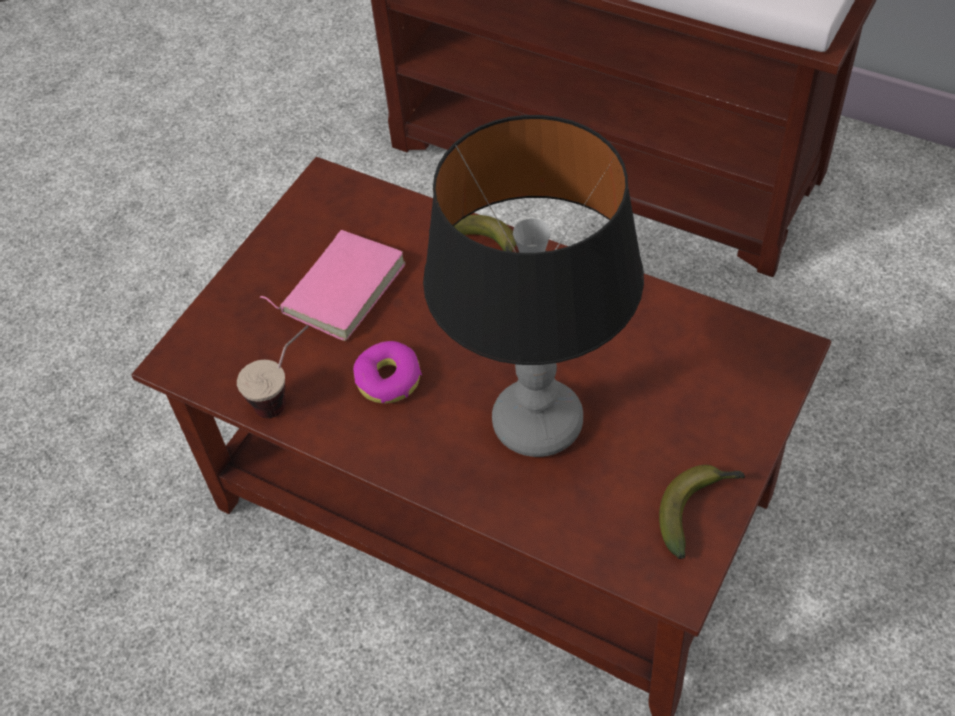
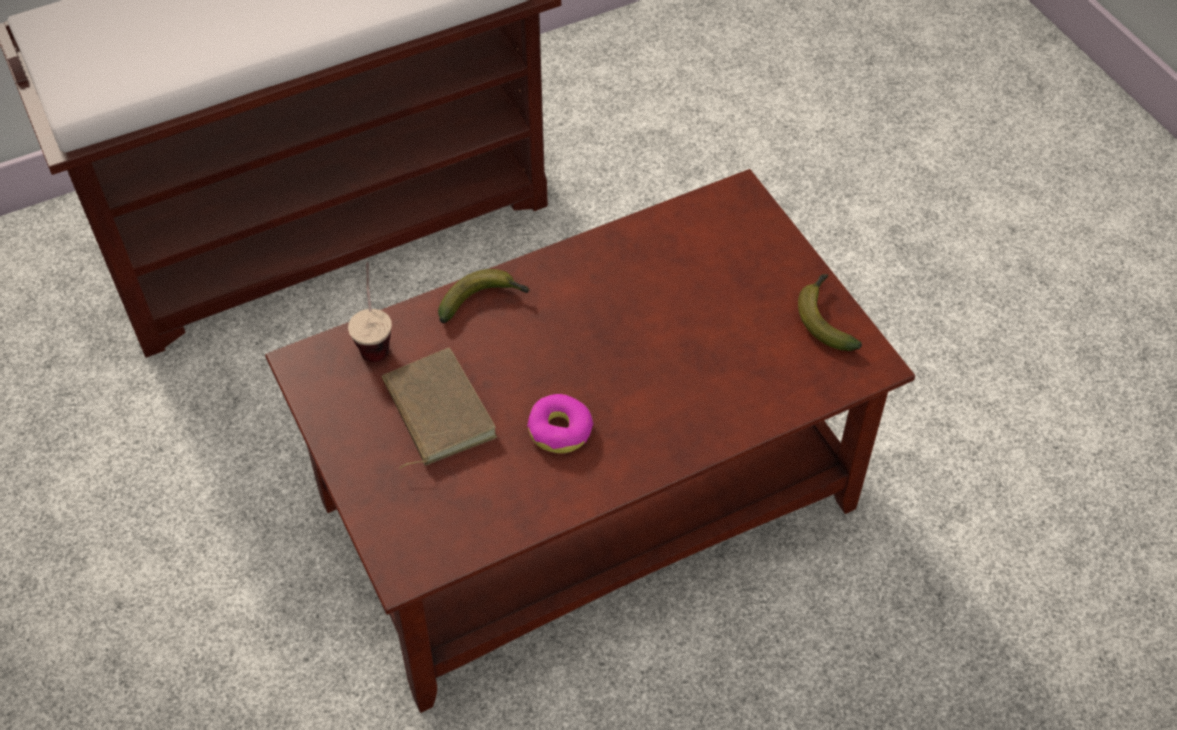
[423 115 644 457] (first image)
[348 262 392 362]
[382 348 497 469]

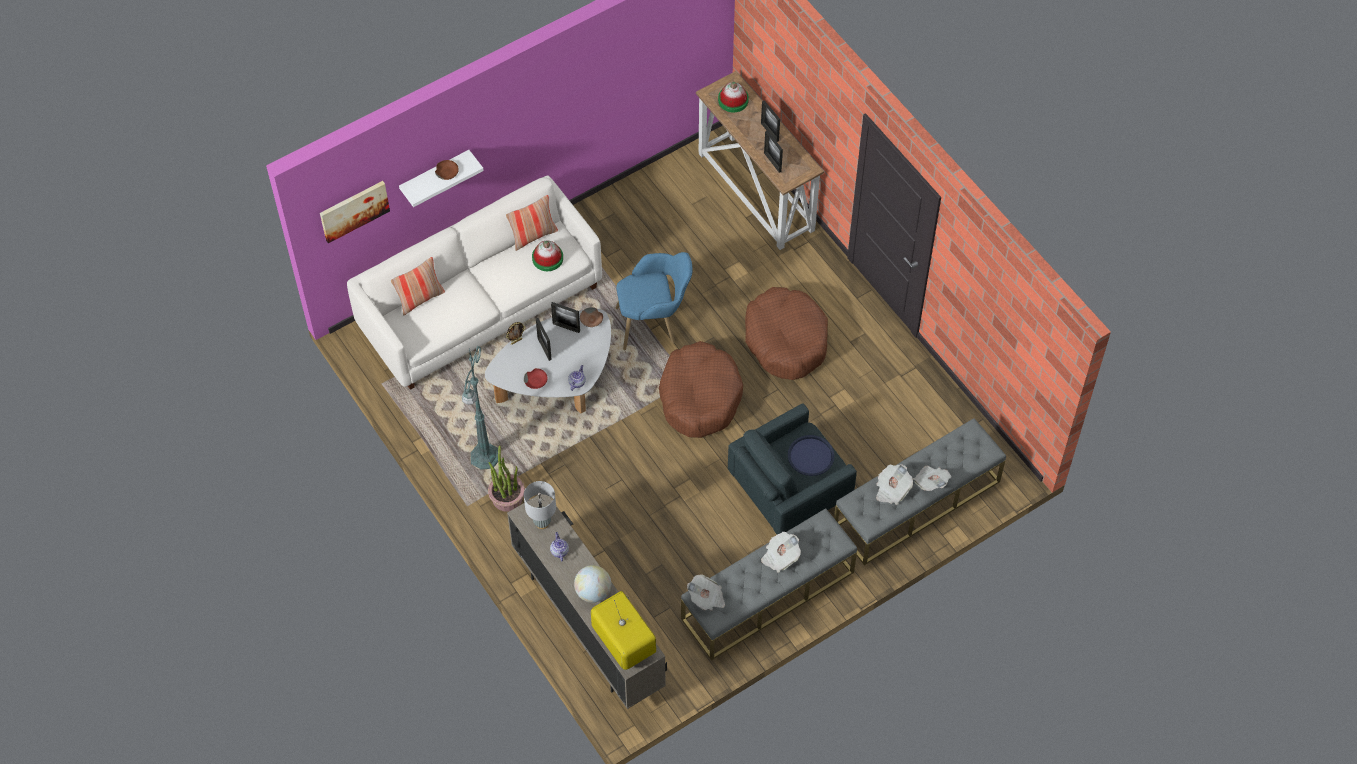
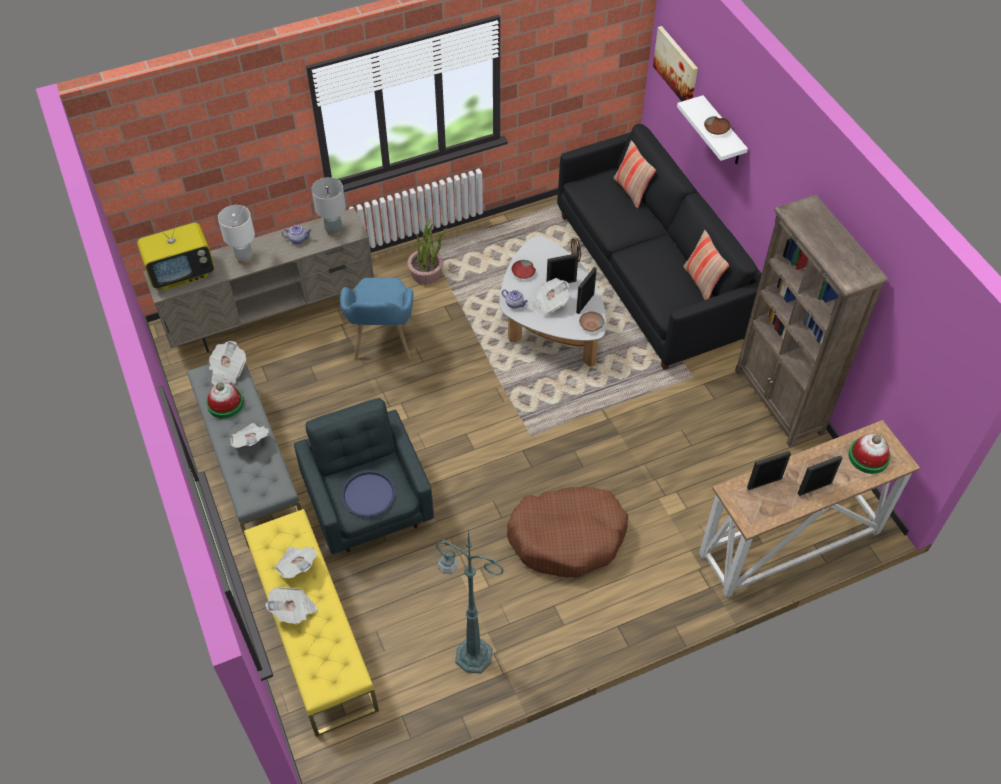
[659 341 743 438] (first image)
[530 278 569 316]
[735 195 888 447]
[436 530 504 674]
[206 382 244 418]
[340 278 413 359]
[218 205 255 264]
[557 124 762 370]
[244 509 379 737]

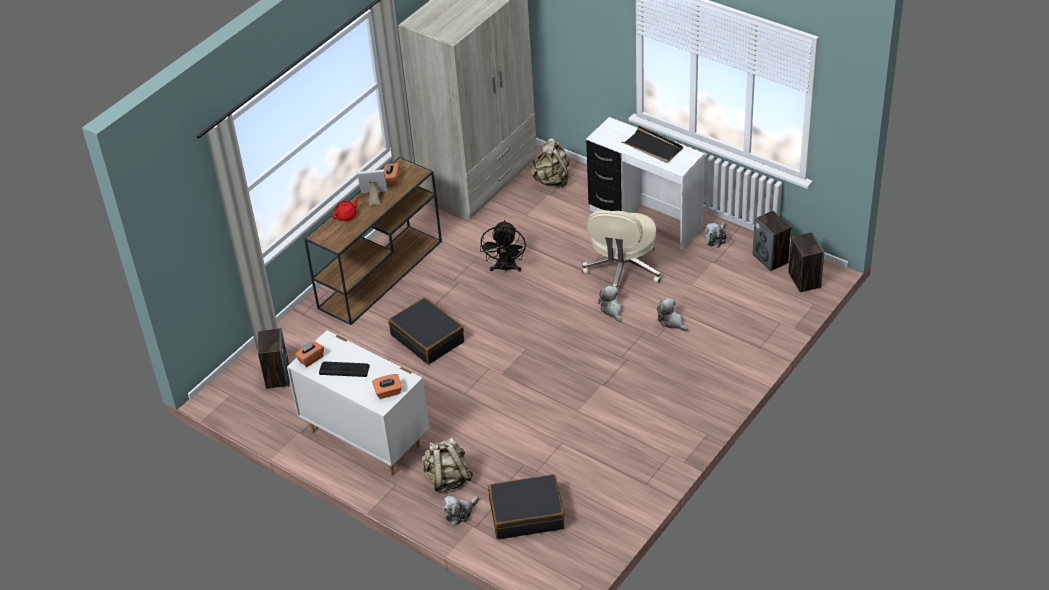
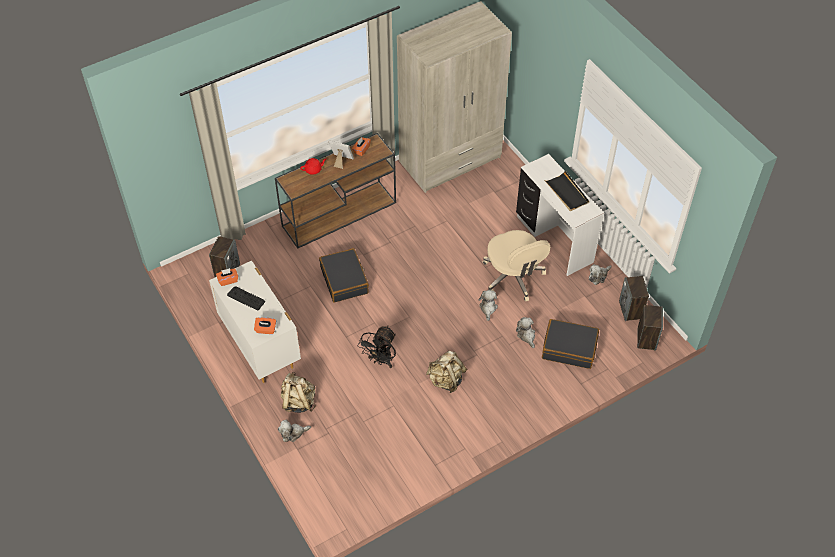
[357 326 396 368]
[542 319 599 369]
[426 351 467 393]
[483 230 550 301]

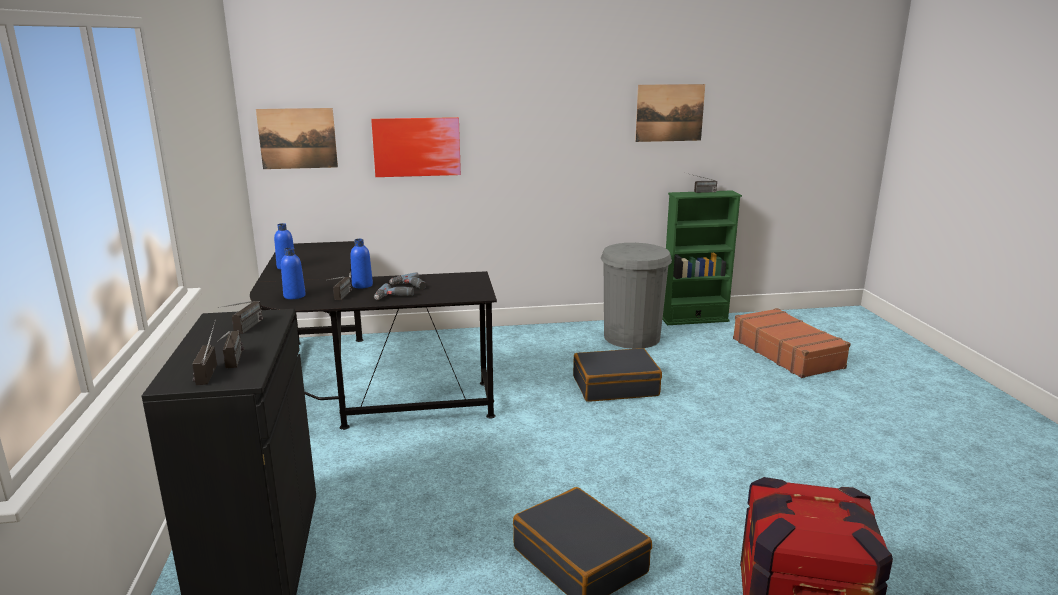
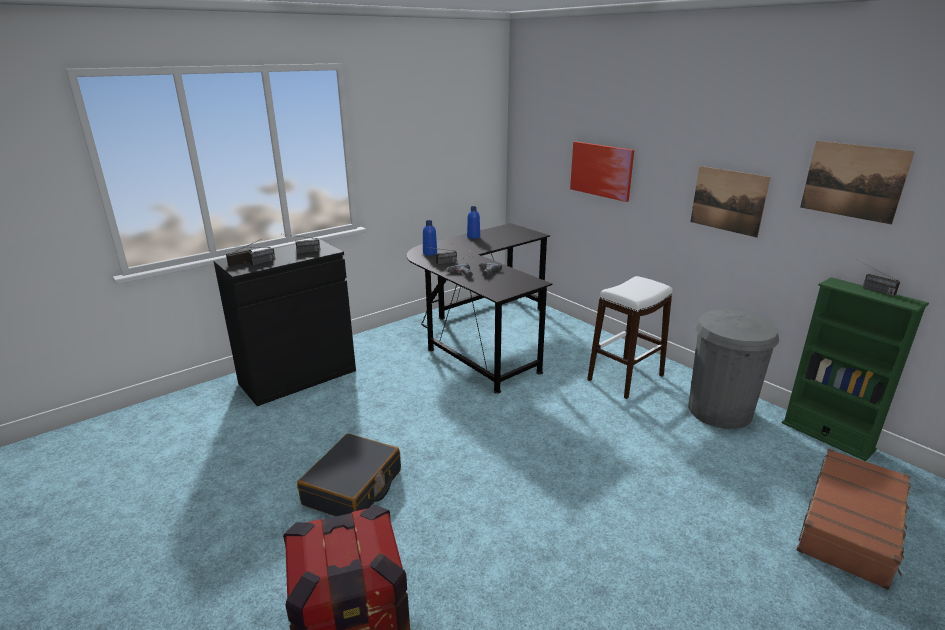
[350 239 373 289] (first image)
[573 348 662 402] (first image)
[587 276 673 399]
[690 166 771 238]

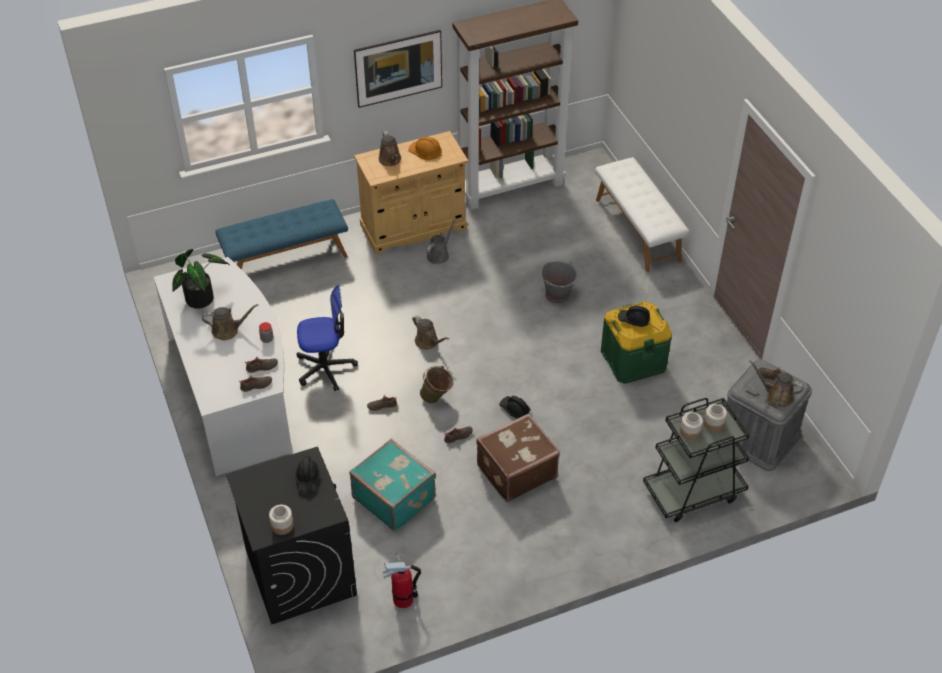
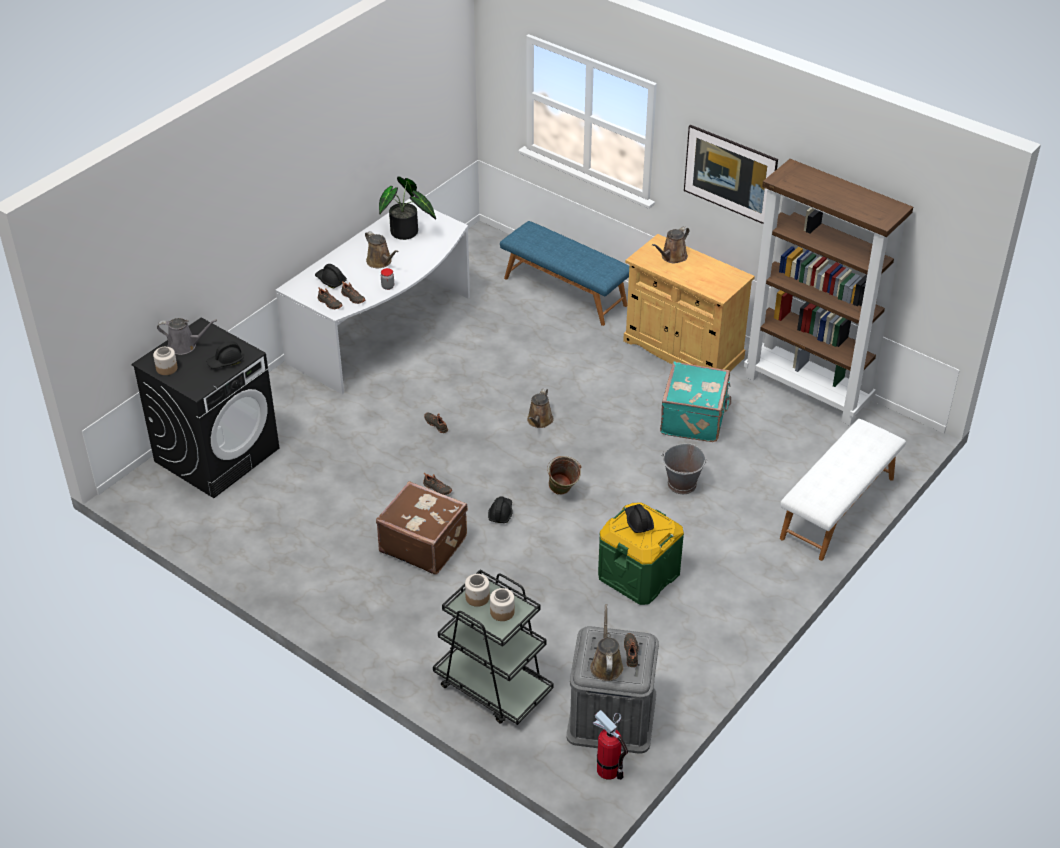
[297 285 358 391] (first image)
[408 137 442 160] (first image)
[315 264 347 288]
[660 362 731 442]
[593 710 628 780]
[547 456 582 495]
[157 318 217 355]

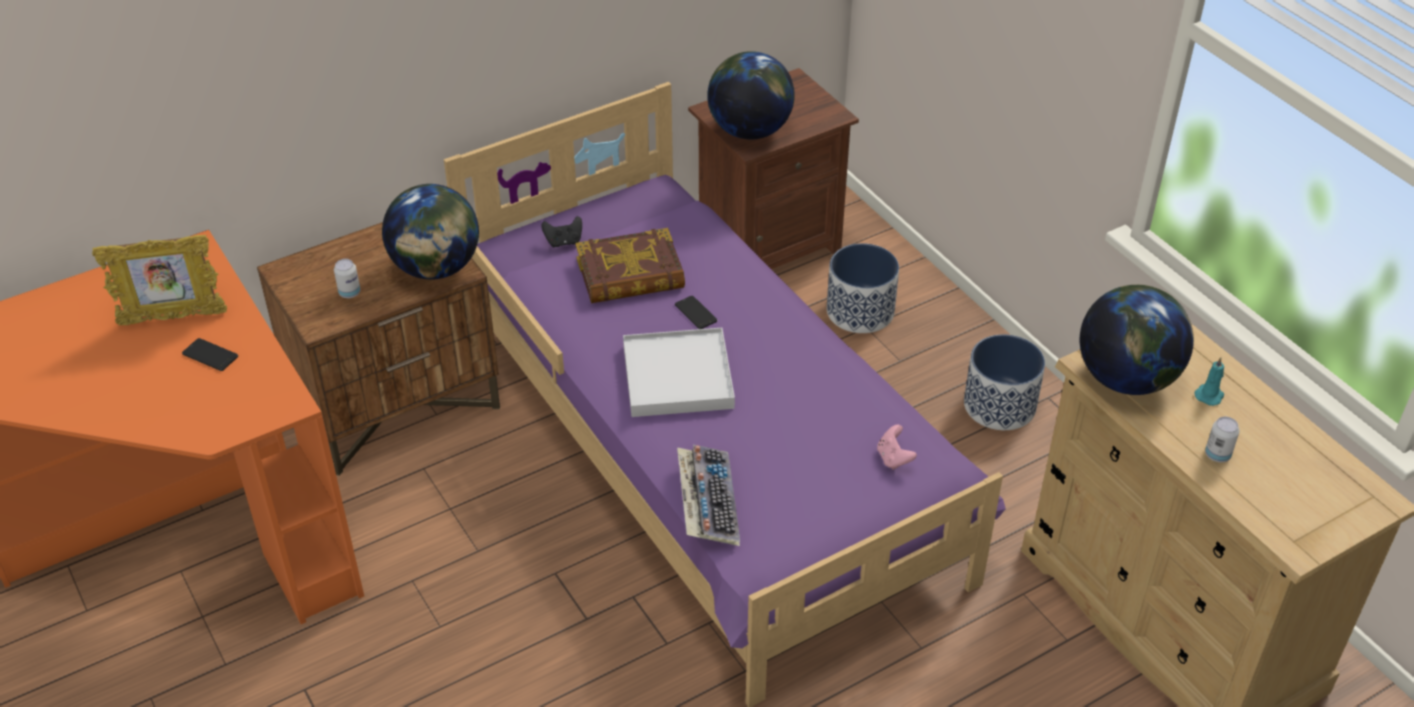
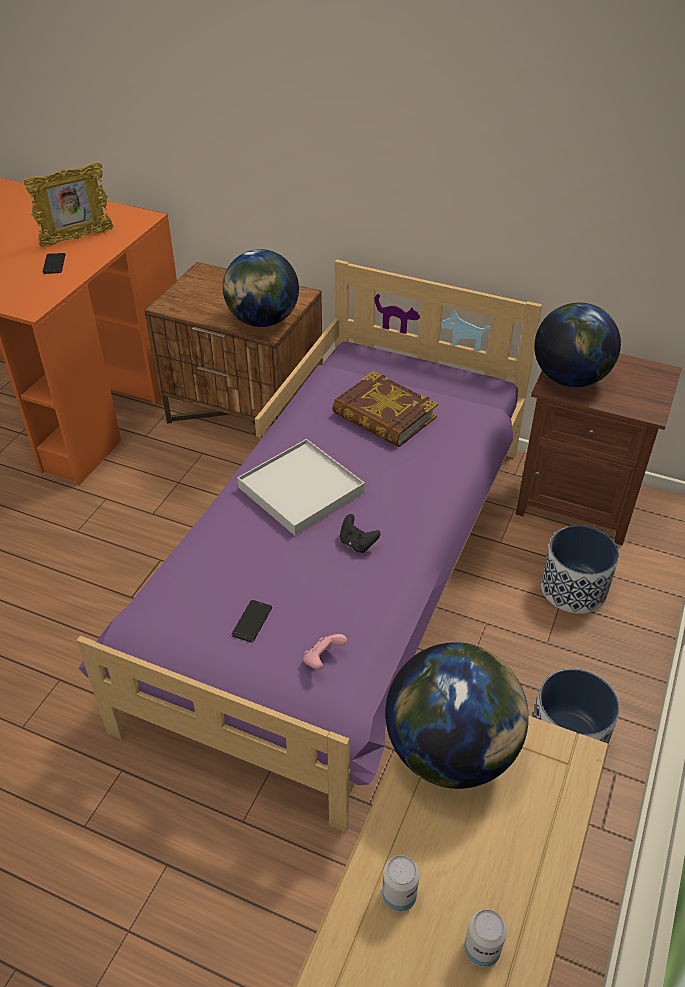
[677 445 740 546] (first image)
[1194 357 1224 406] (first image)
[464 909 507 967]
[340 514 380 553]
[231 600 272 642]
[24 162 113 247]

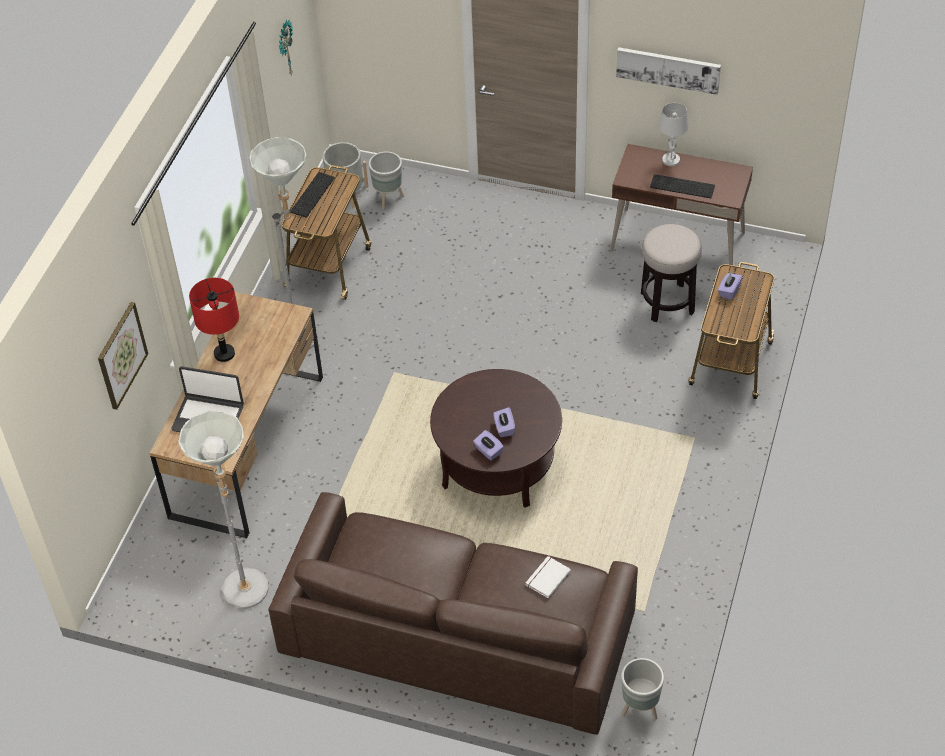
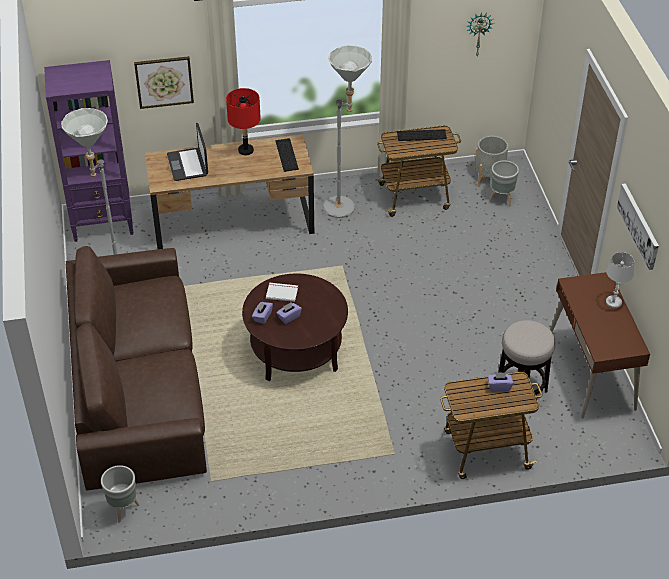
[44 60 134 242]
[266 283 298 302]
[276 138 299 172]

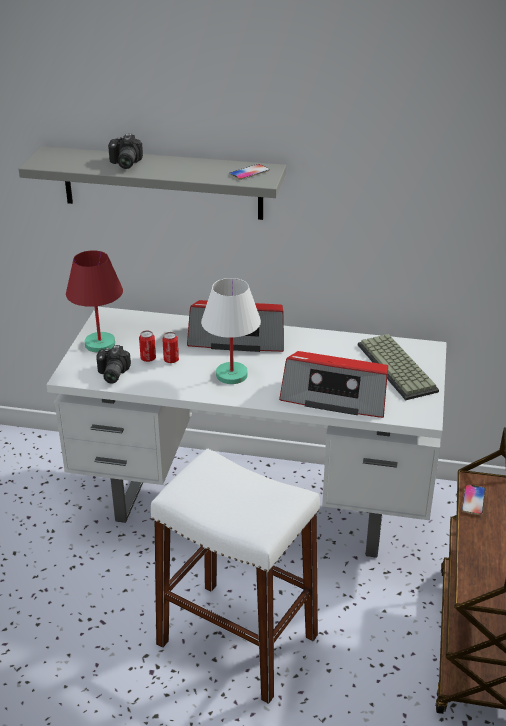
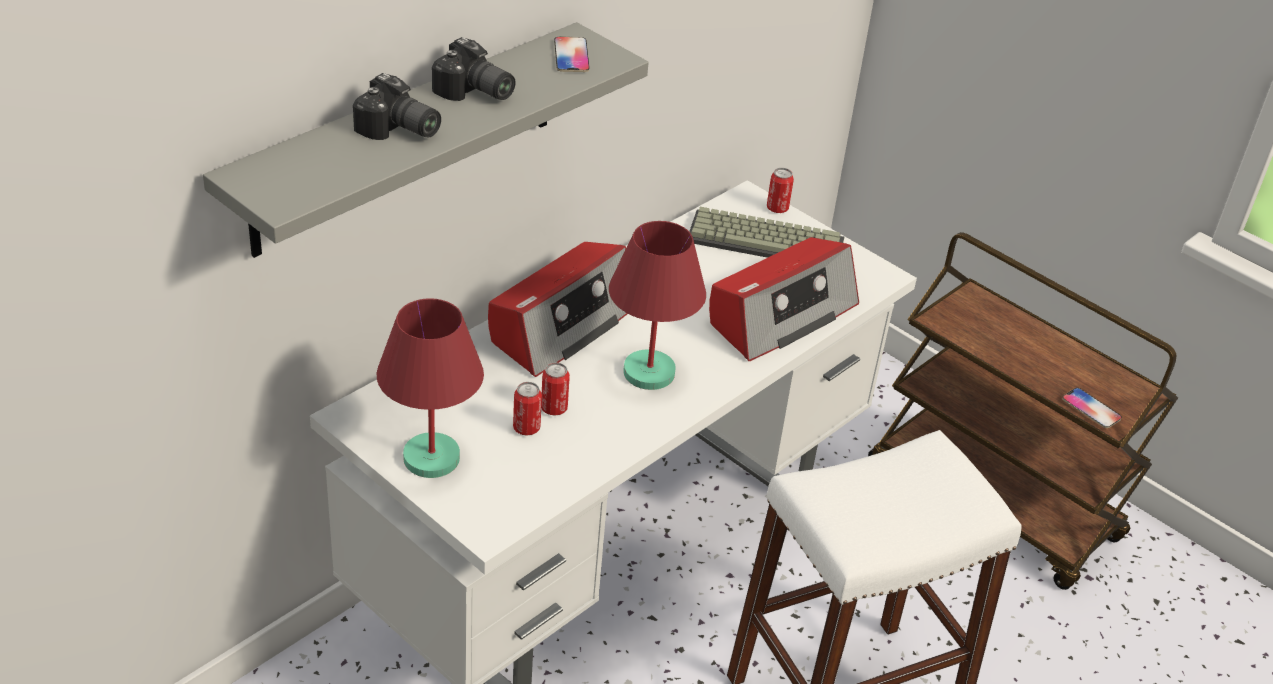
[767 168 794 213]
[432 37 516 101]
[1062 388 1122 428]
[609 221 706 390]

